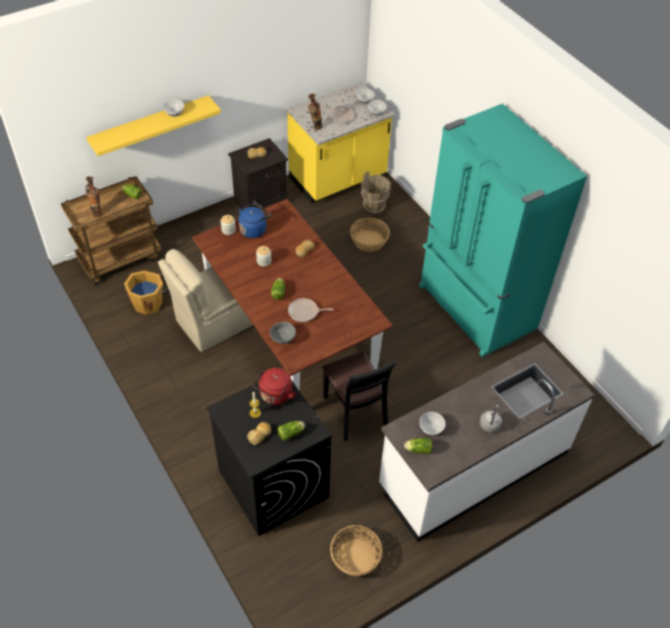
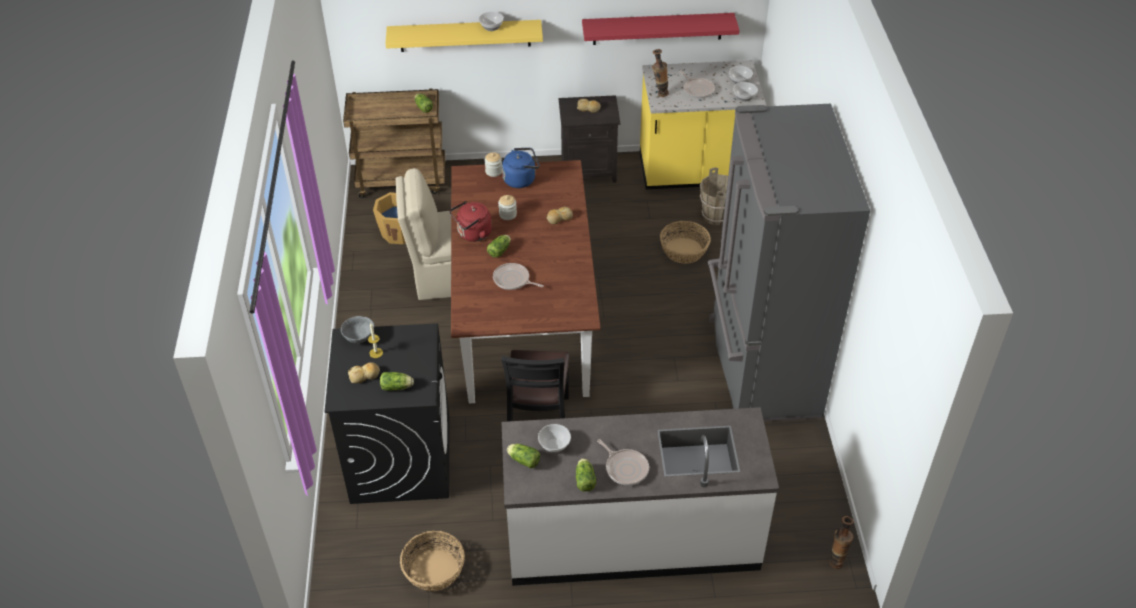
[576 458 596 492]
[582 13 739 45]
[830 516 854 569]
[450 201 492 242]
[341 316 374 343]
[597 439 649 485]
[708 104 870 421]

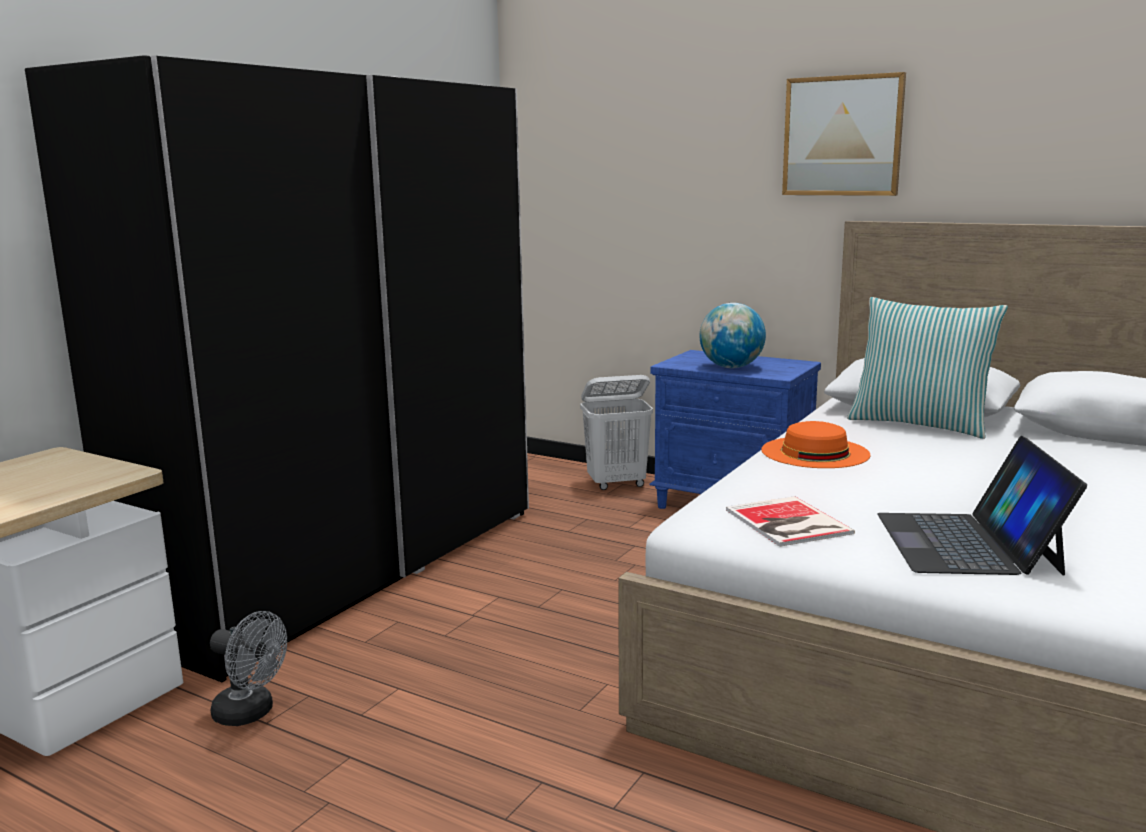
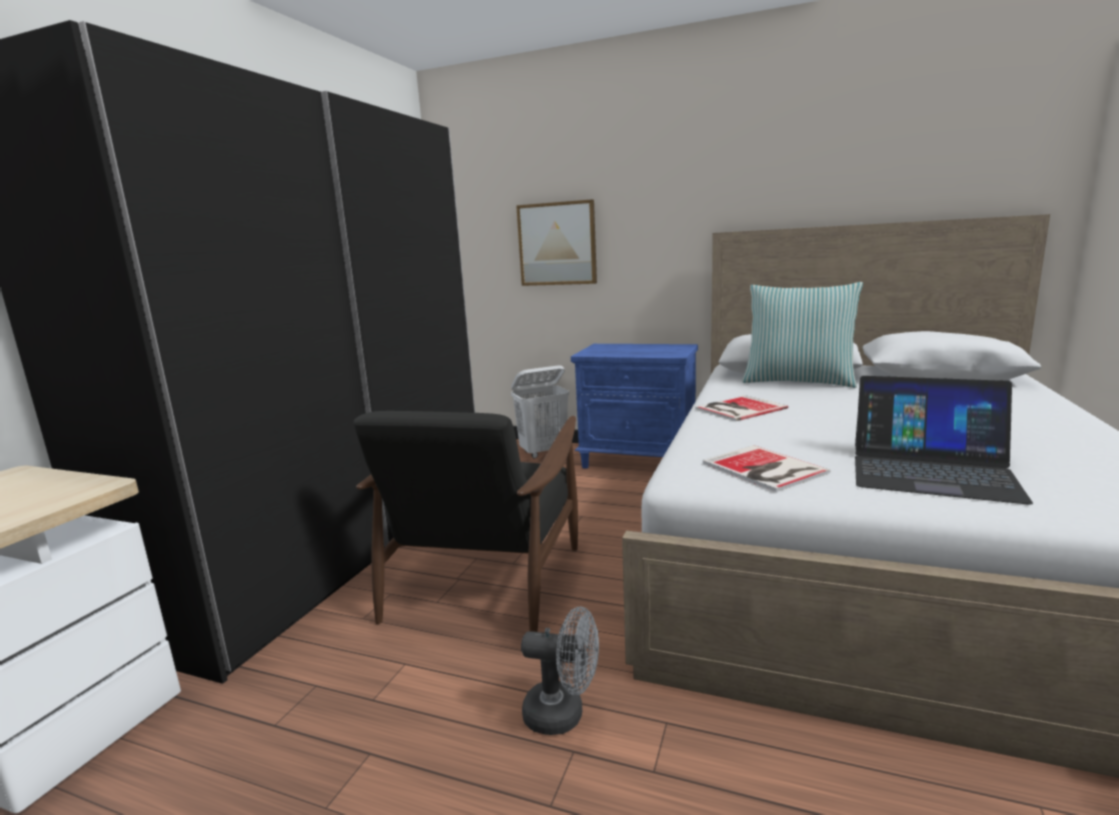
[700 303 766 368] (first image)
[353 411 578 632]
[521 606 599 735]
[516 199 597 286]
[695 395 788 421]
[855 376 1033 504]

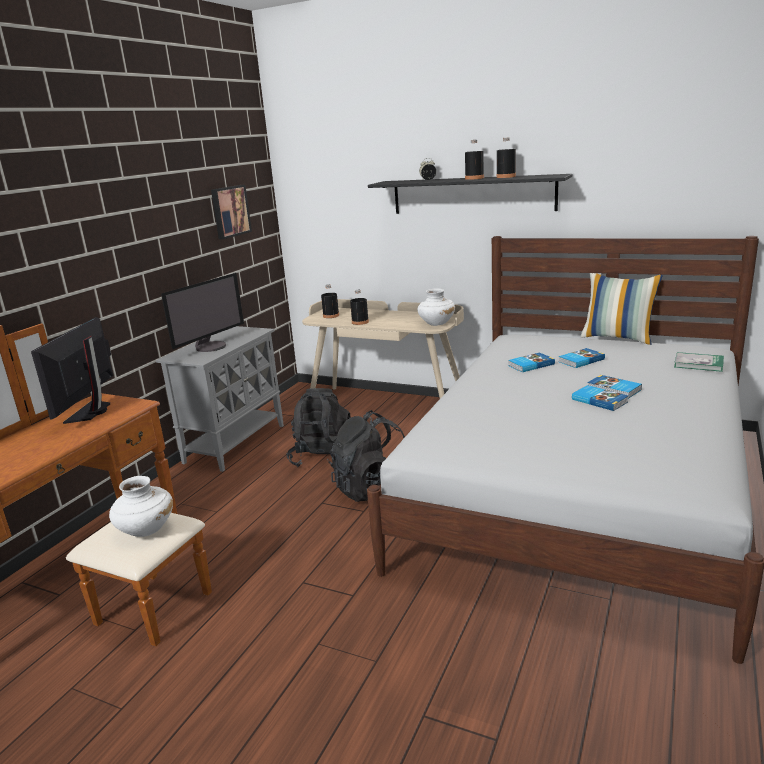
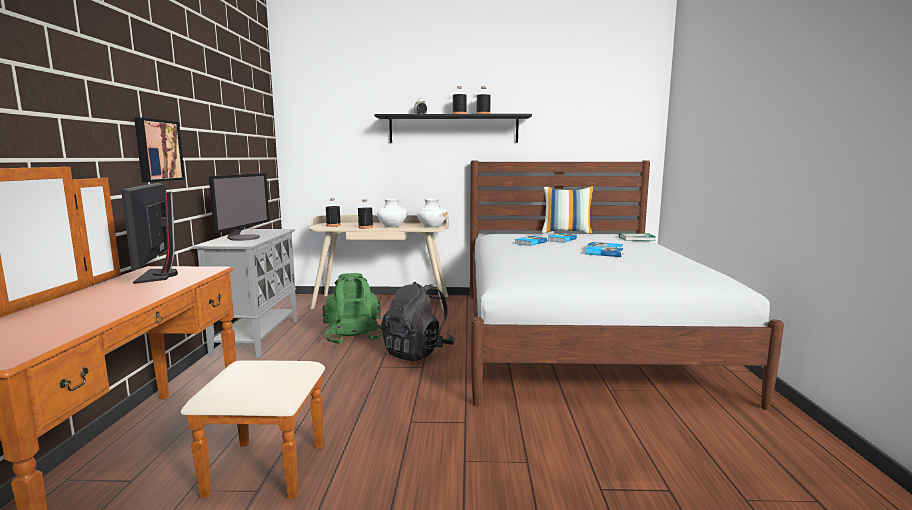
[377 199 408 227]
[134 118 185 182]
[322 273 383 345]

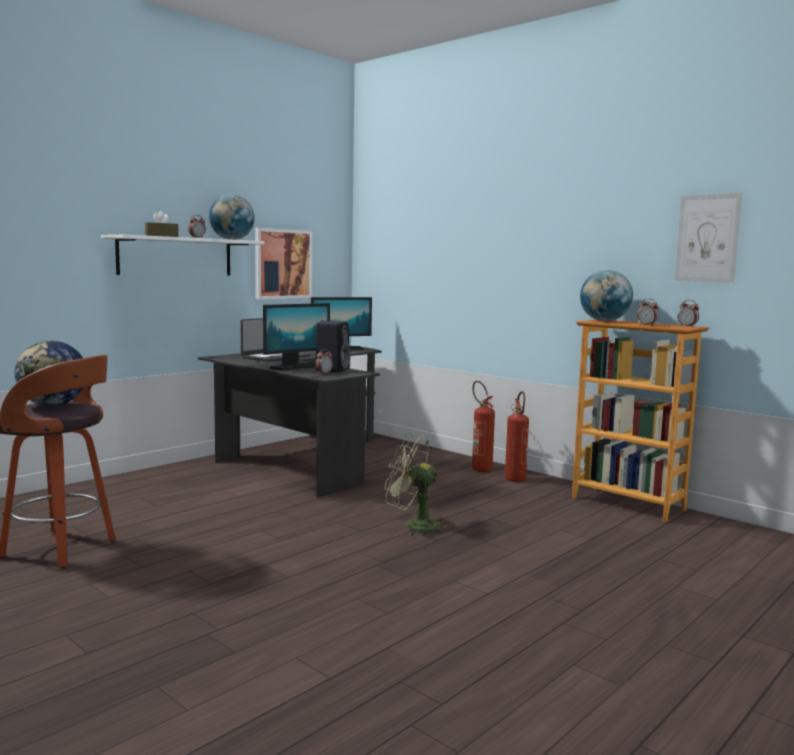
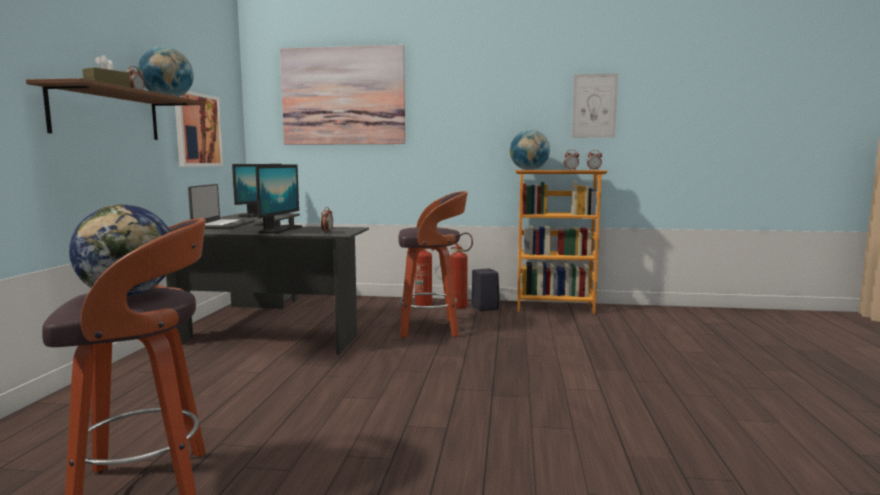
[385 433 446 536] (first image)
[280 45 405 145]
[398 191 468 338]
[471 269 500 311]
[26 78 204 140]

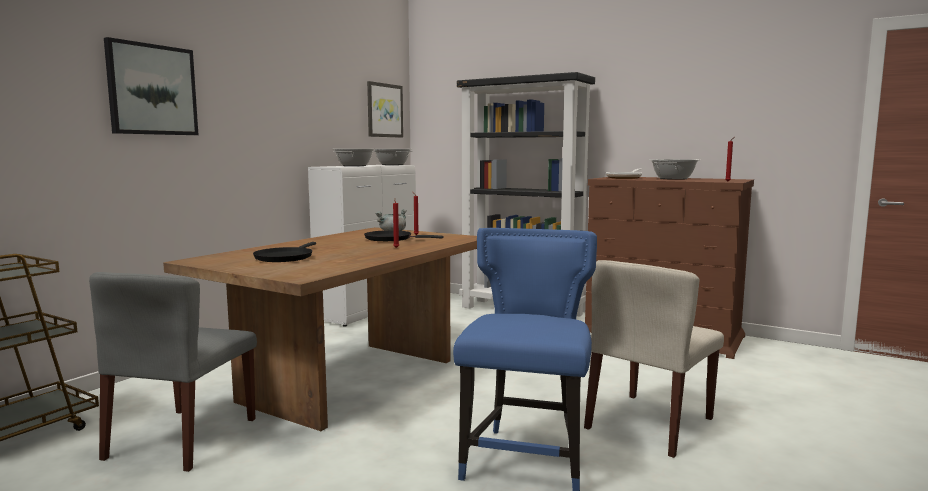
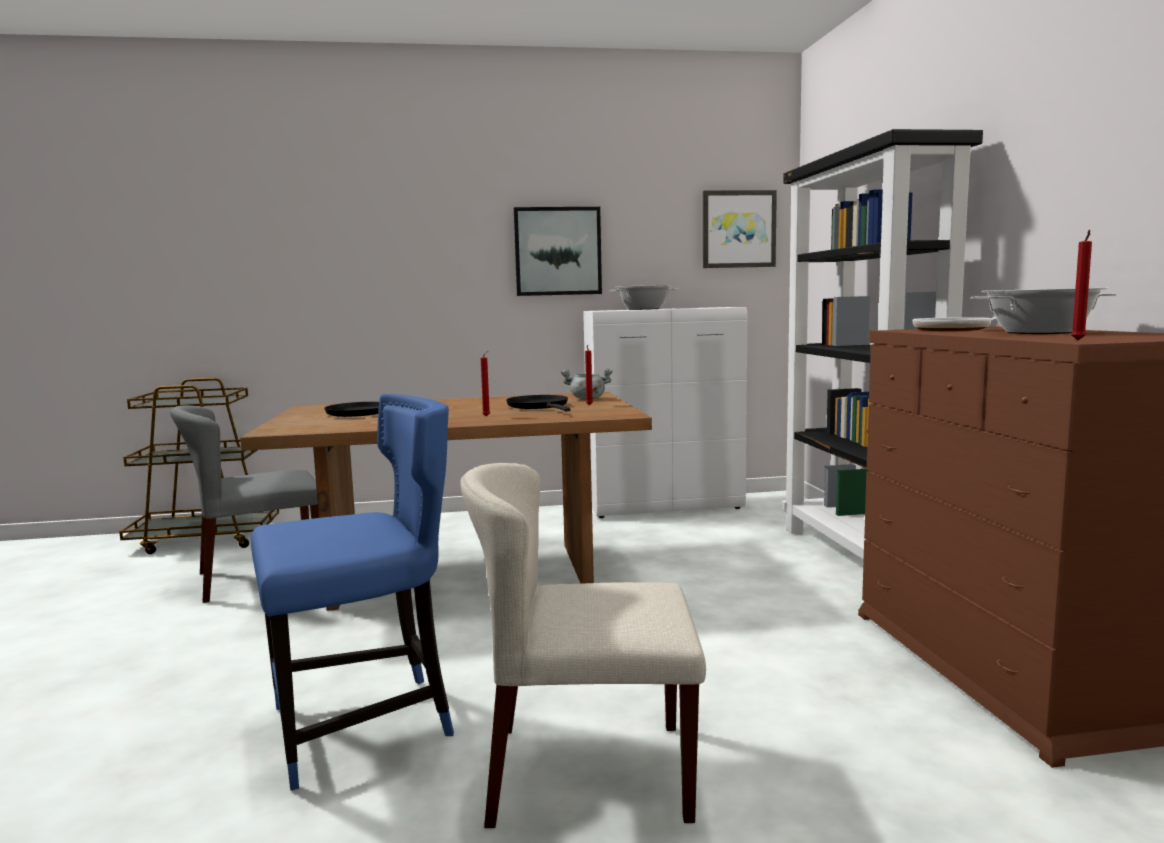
[374 149 413 165] (first image)
[514 207 602 296]

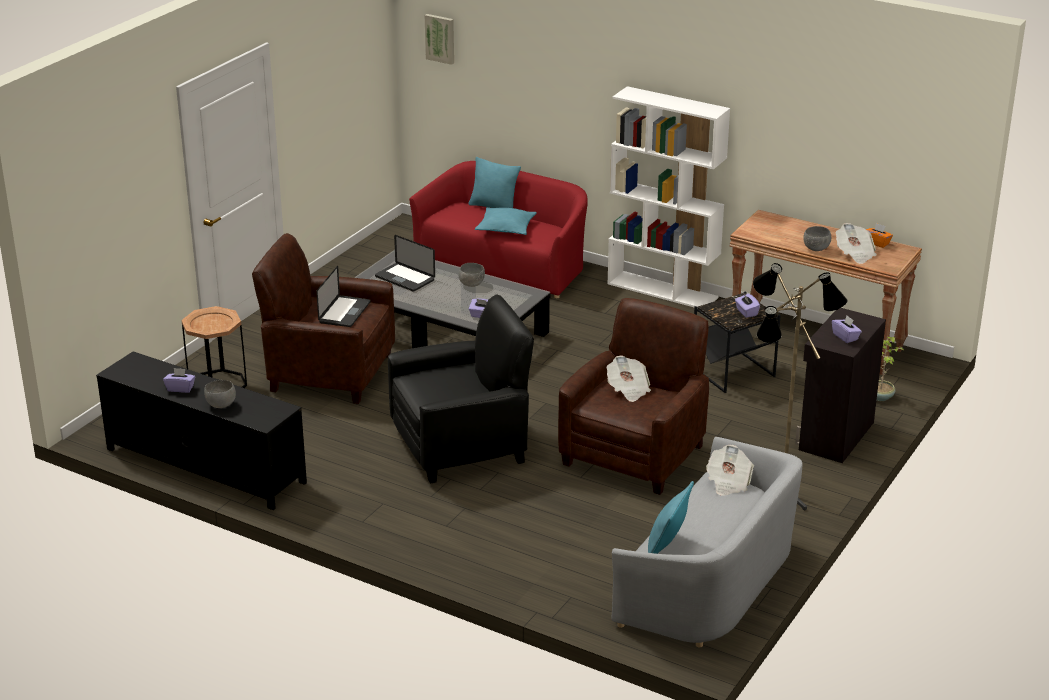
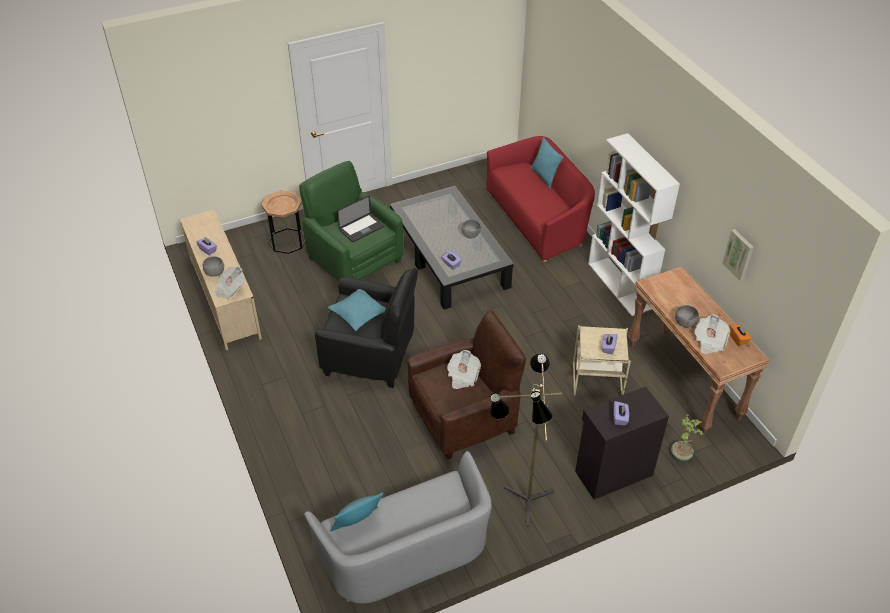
[375 235 435 292] (first image)
[722 229 754 281]
[328 289 386 331]
[213 267 245 299]
[180 209 262 350]
[299 161 404 281]
[573 325 631 396]

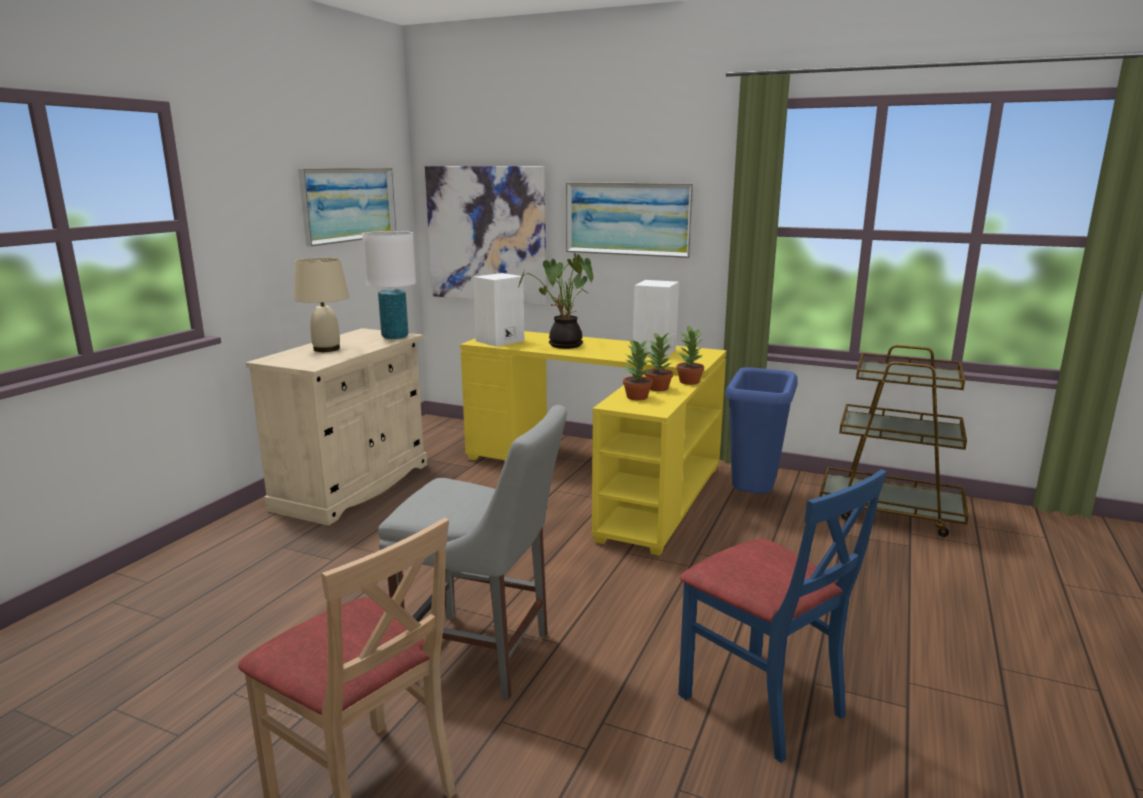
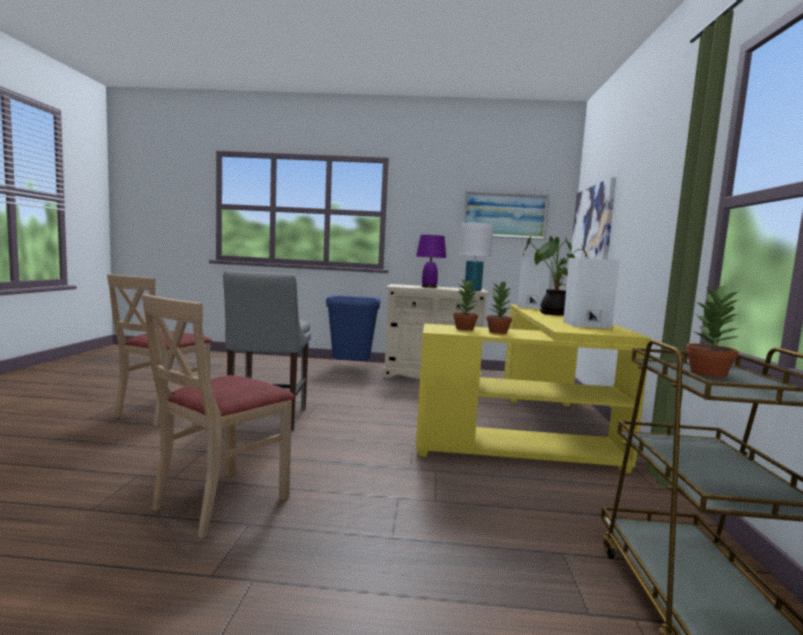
[566 182 694 258] (first image)
[686 284 742 378]
[326 295 381 361]
[416 235 446 288]
[142 294 295 539]

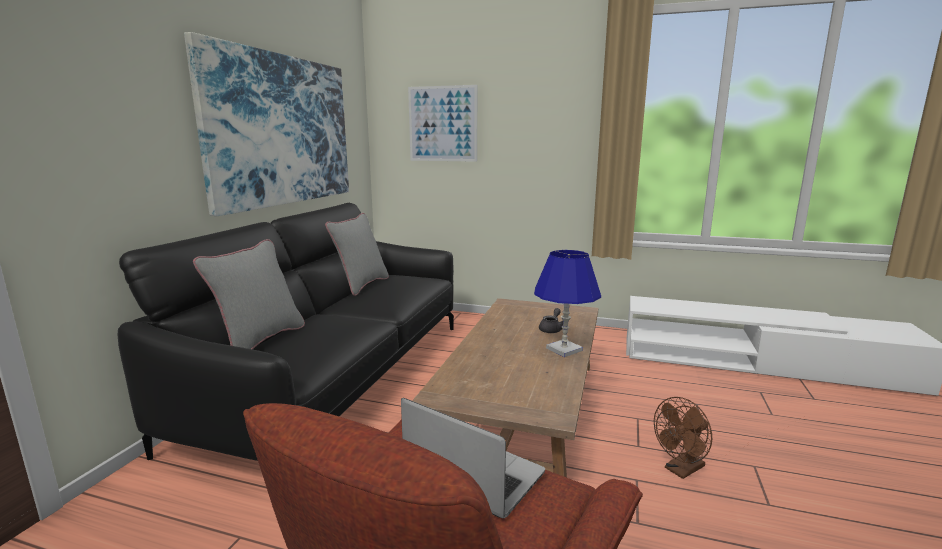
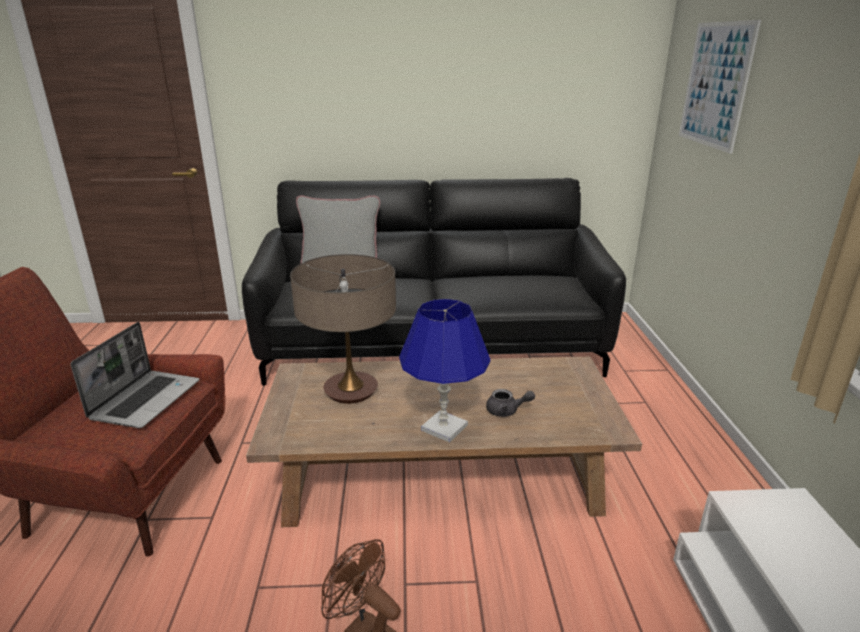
[184 32 349 216] (first image)
[325 213 389 296] (first image)
[290 254 396 404]

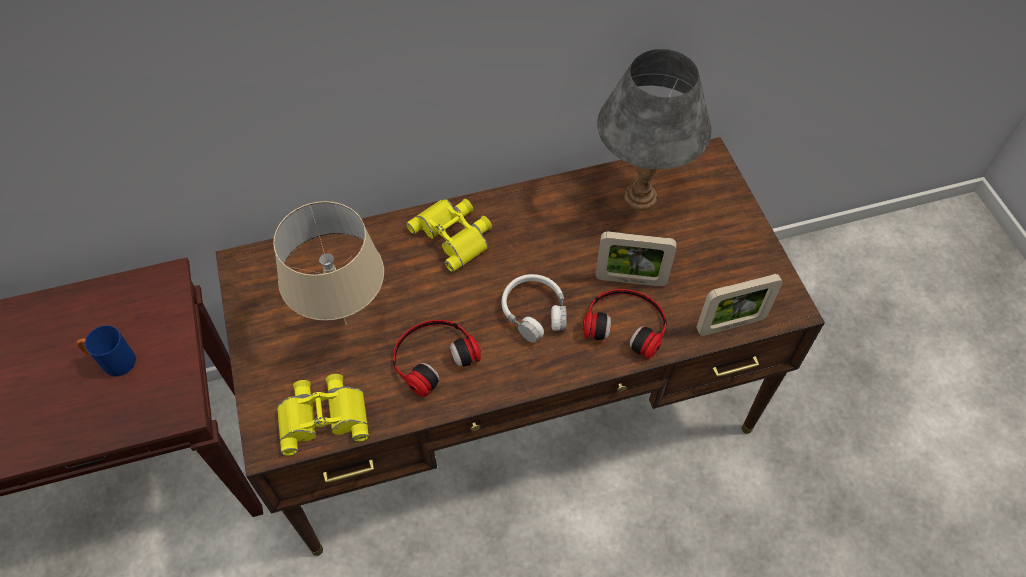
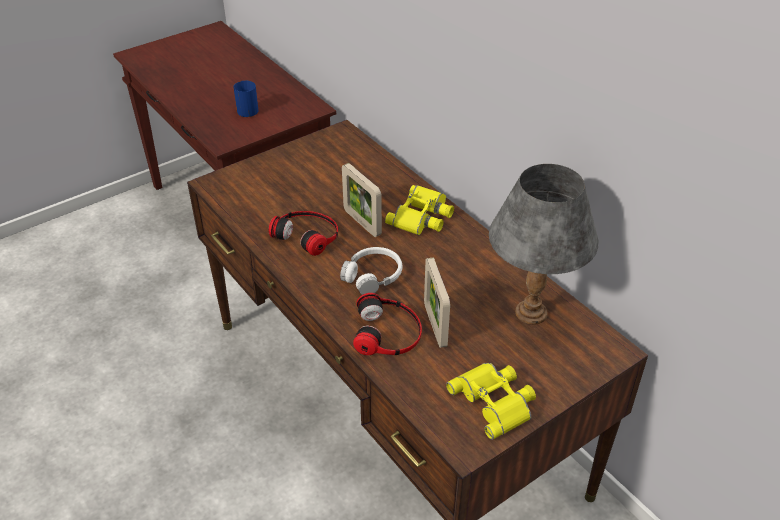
[273 201 384 325] (first image)
[446 363 536 440]
[342 163 382 237]

